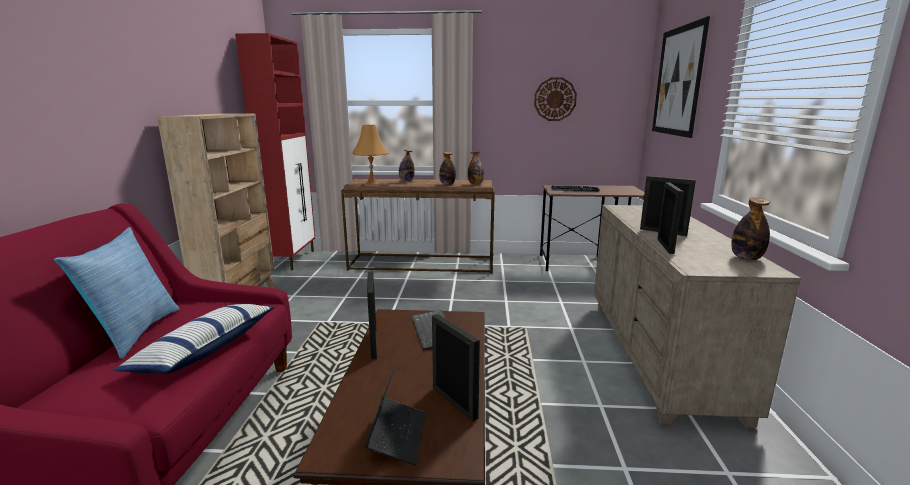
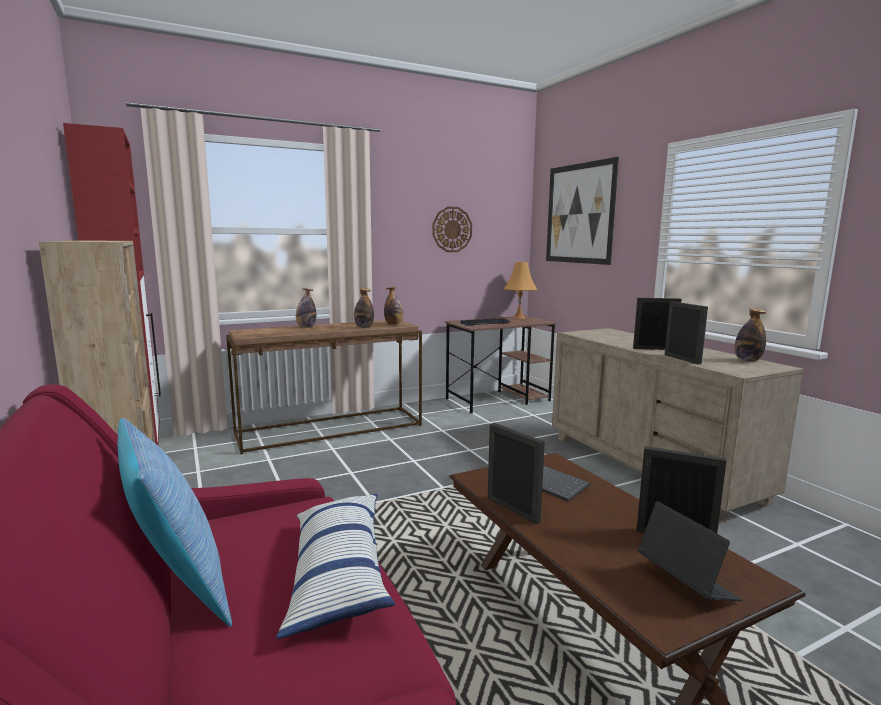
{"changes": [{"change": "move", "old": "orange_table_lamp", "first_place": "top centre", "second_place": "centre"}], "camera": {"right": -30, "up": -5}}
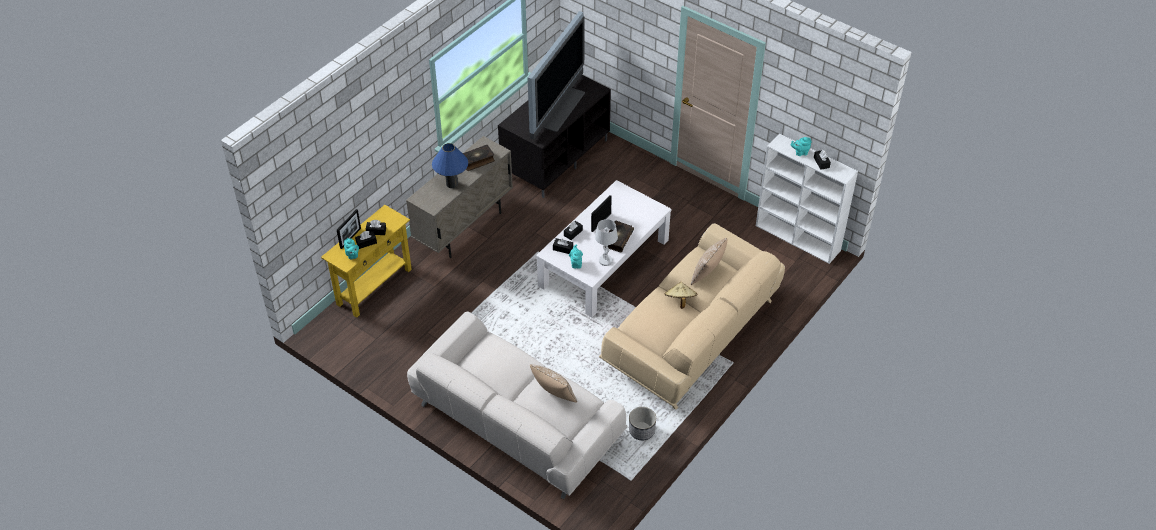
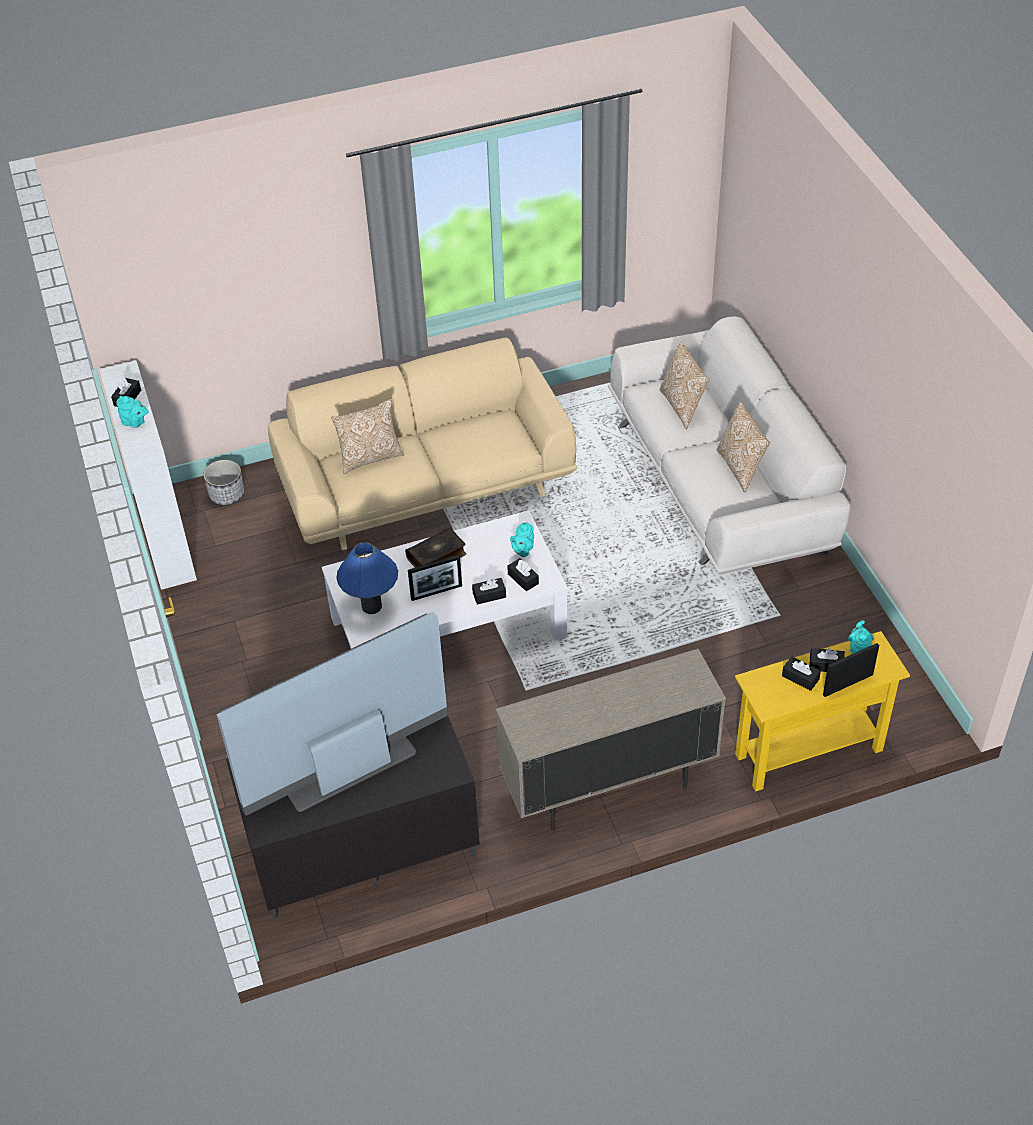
{"changes": [{"change": "delete", "old": "book (1st from left)", "first_place": "top centre"}, {"change": "delete", "old": "white_table_lamp", "first_place": "centre"}, {"change": "delete", "old": "beige_hat", "first_place": "centre"}, {"change": "insert", "new": "pillow (3rd from left)", "second_place": "middle right"}, {"change": "move", "old": "blue_table_lamp", "first_place": "top centre", "second_place": "centre"}, {"change": "move", "old": "planter", "first_place": "bottom centre", "second_place": "middle left"}], "camera": {"right": -145, "up": 0}}
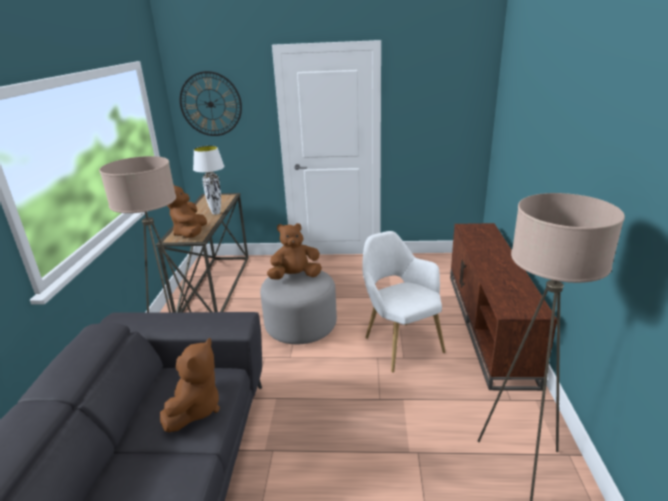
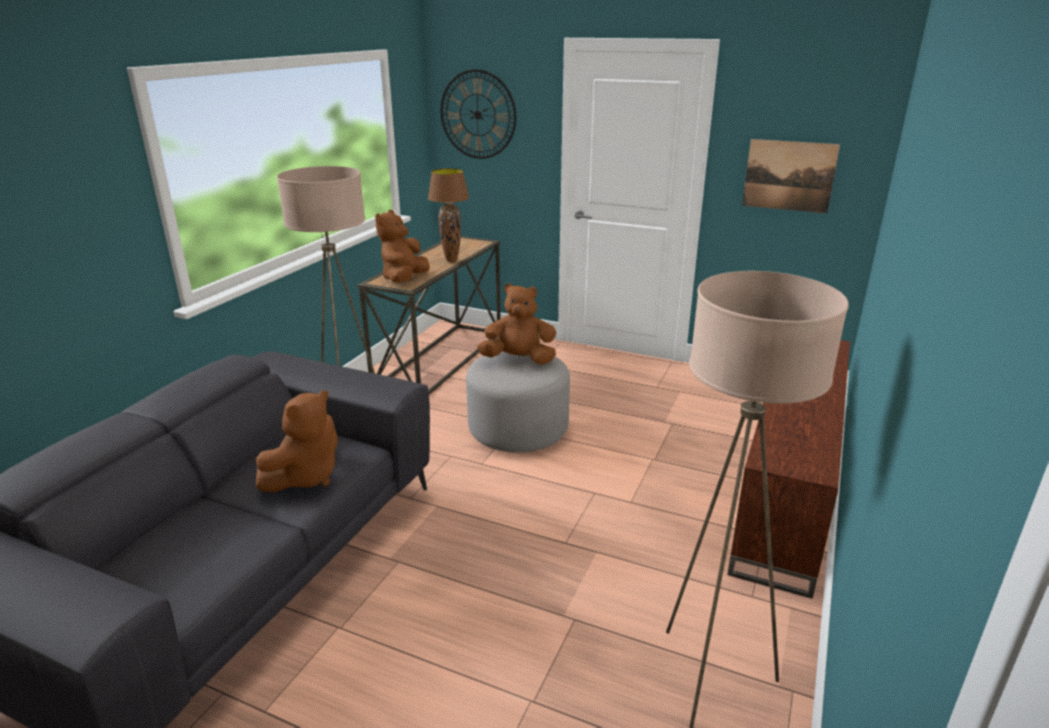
{"changes": [{"change": "delete", "old": "white_armchair", "first_place": "centre"}, {"change": "insert", "new": "picture", "second_place": "top right"}, {"change": "recolor", "old": "white_table_lamp", "new": "brown_table_lamp", "first_place": "middle left", "second_place": "top centre"}], "camera": {"right": 20, "up": 0}}
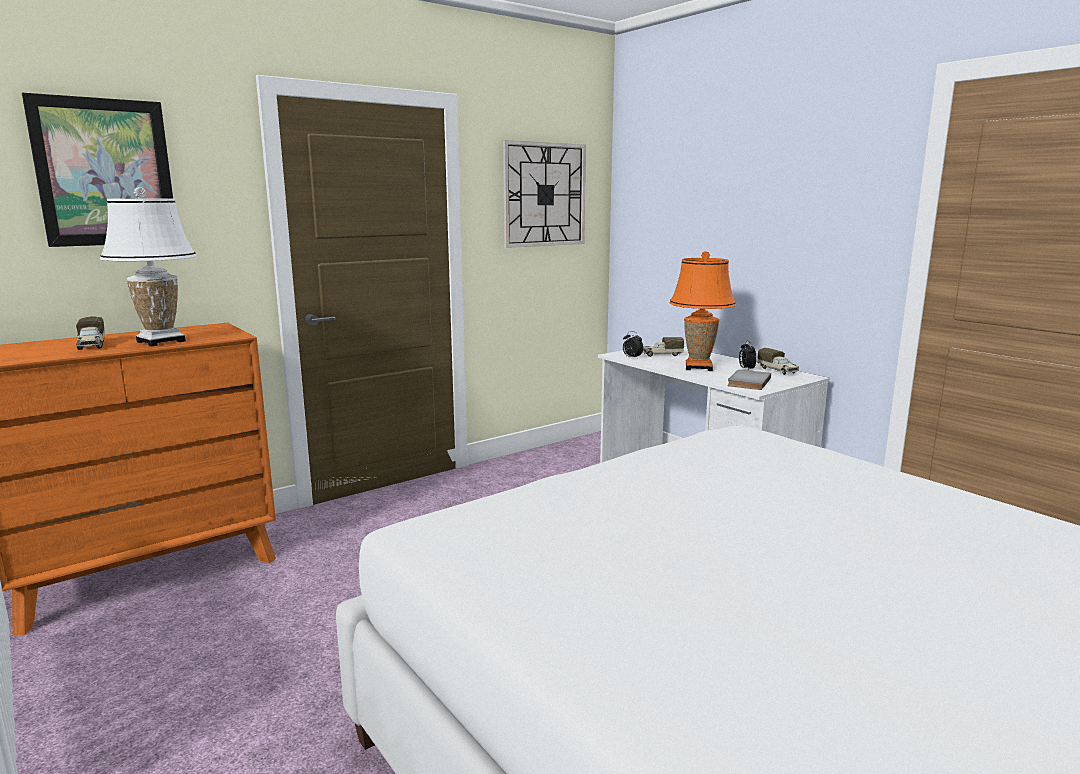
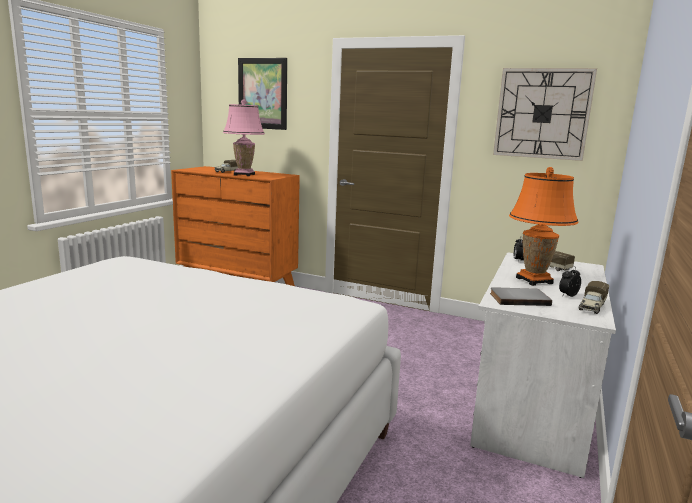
{"changes": [{"change": "recolor", "old": "white_table_lamp", "new": "pink_table_lamp", "first_place": "middle left", "second_place": "top centre"}], "camera": {"right": 60, "up": 0}}
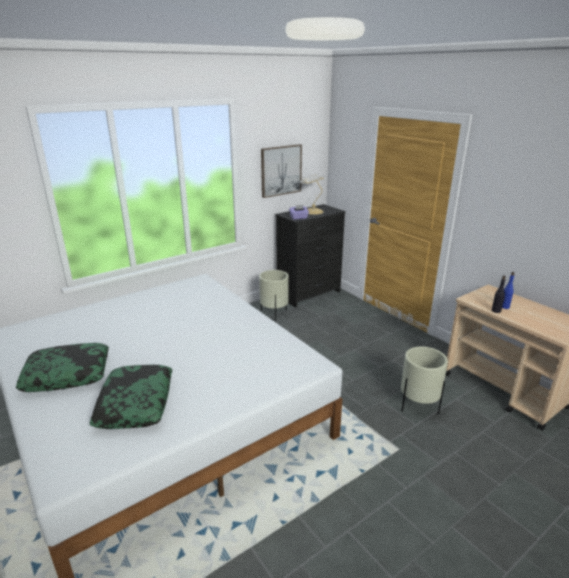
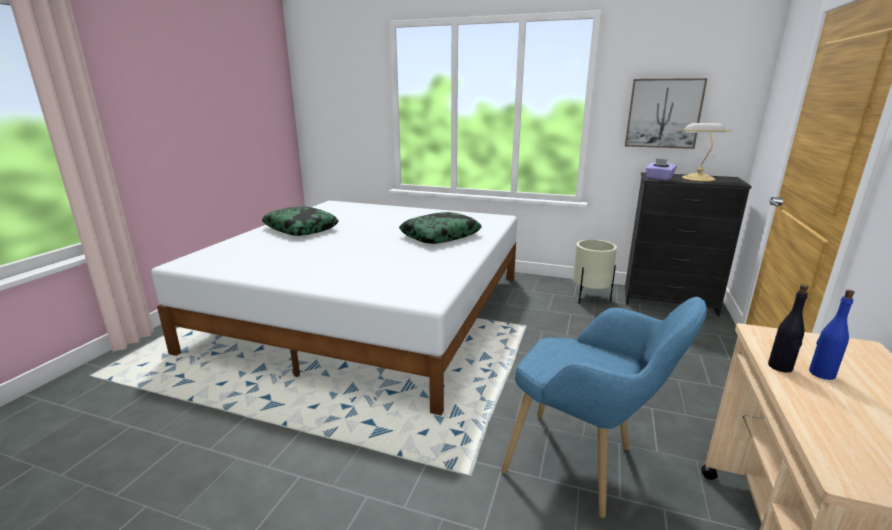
{"changes": [{"change": "move", "old": "pillow (2nd from left)", "first_place": "bottom left", "second_place": "centre"}, {"change": "replace", "old": "beige_planter (2nd from left)", "new": "blue_armchair", "first_place": "middle right", "second_place": "bottom right"}], "camera": {"right": 55, "up": -5}}
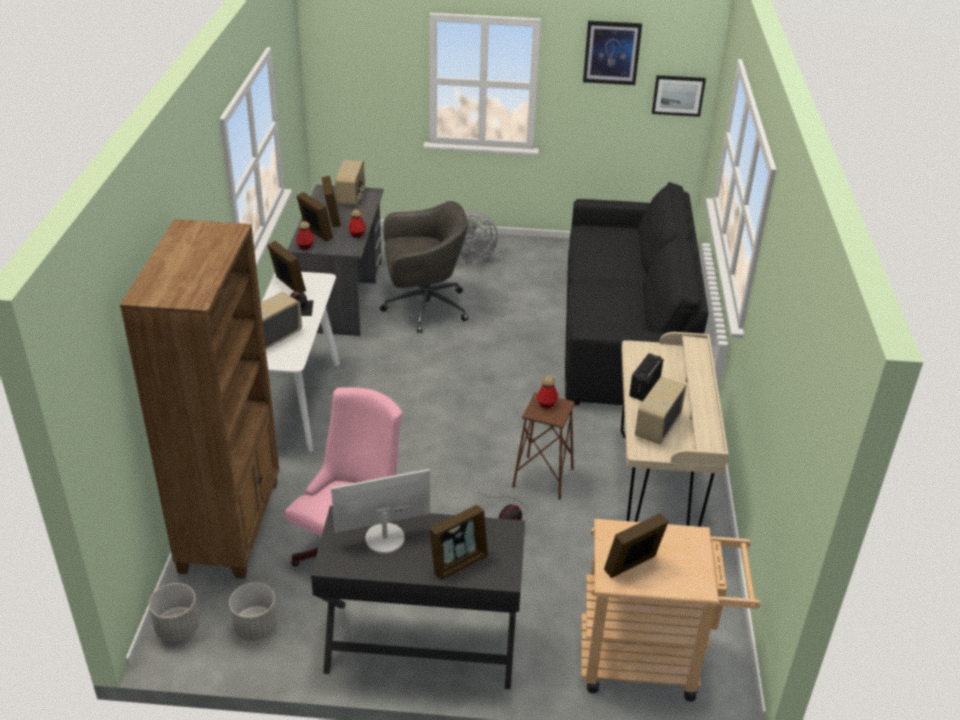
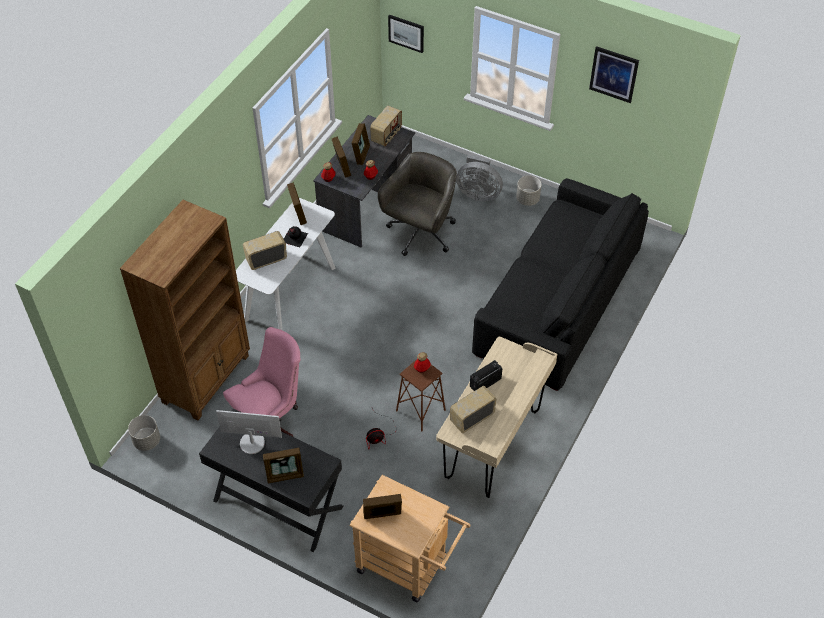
{"changes": [{"change": "move", "old": "grey_planter (2nd from left)", "first_place": "bottom left", "second_place": "top centre"}, {"change": "move", "old": "picture (2nd from left in the first image)", "new": "picture (1st from left)", "first_place": "top right", "second_place": "top centre"}, {"change": "rotate", "old": "grey_office_chair", "first_place": "centre", "second_place": "top centre", "degrees": -75}], "camera": {"right": 25, "up": 15}}
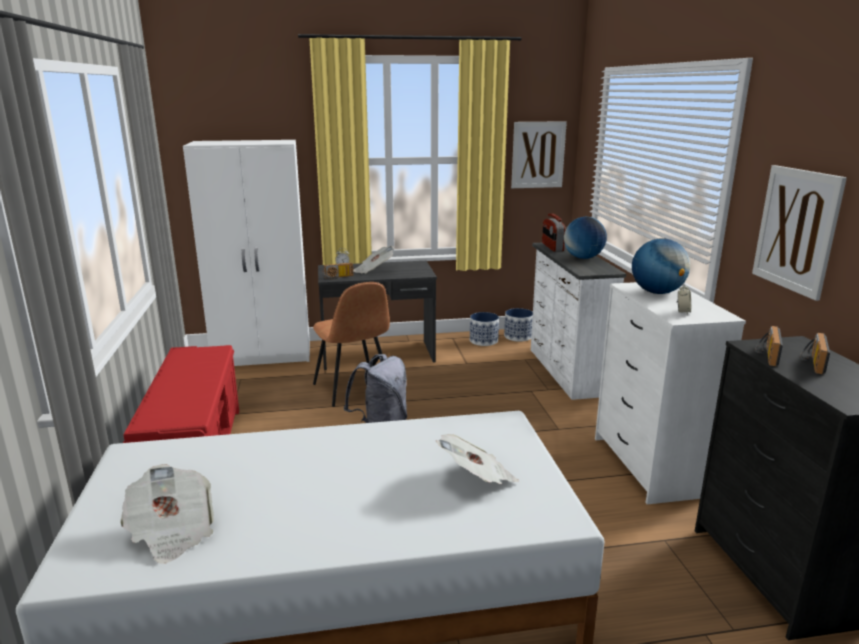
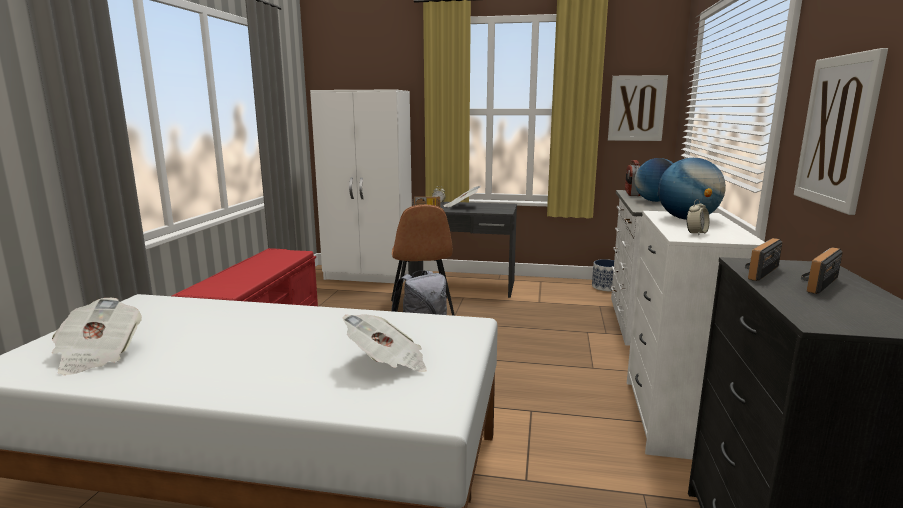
{"changes": [{"change": "delete", "old": "planter (1st from left)", "first_place": "centre"}], "camera": {"right": 20, "up": -5}}
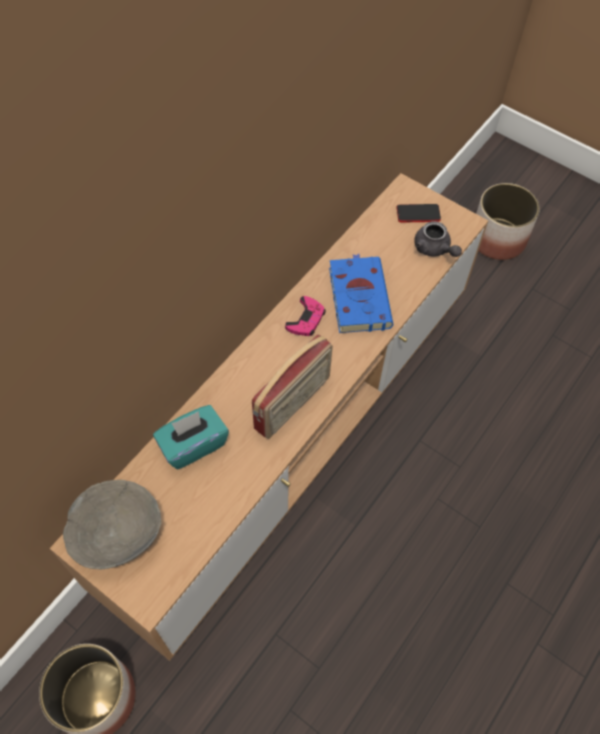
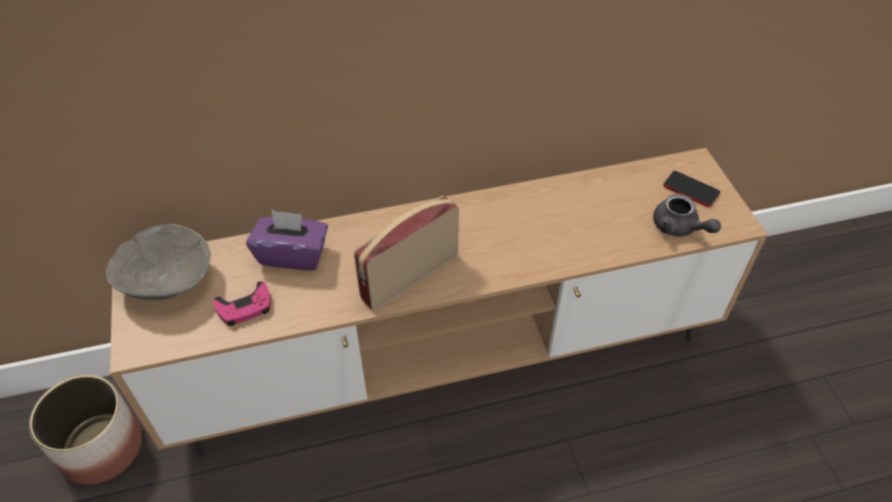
{"changes": [{"change": "delete", "old": "blue_book", "first_place": "centre"}, {"change": "delete", "old": "planter (2nd from left)", "first_place": "top right"}, {"change": "move", "old": "pink_game_controller", "first_place": "centre", "second_place": "middle left"}, {"change": "recolor", "old": "turquoise_tissue_box", "new": "purple_tissue_box", "first_place": "middle left", "second_place": "middle left"}, {"change": "rotate", "old": "radio", "first_place": "centre", "second_place": "centre", "degrees": 150}, {"change": "rotate", "old": "grey_teapot", "first_place": "top right", "second_place": "middle right", "degrees": -45}], "camera": {"right": 40, "up": -10}}
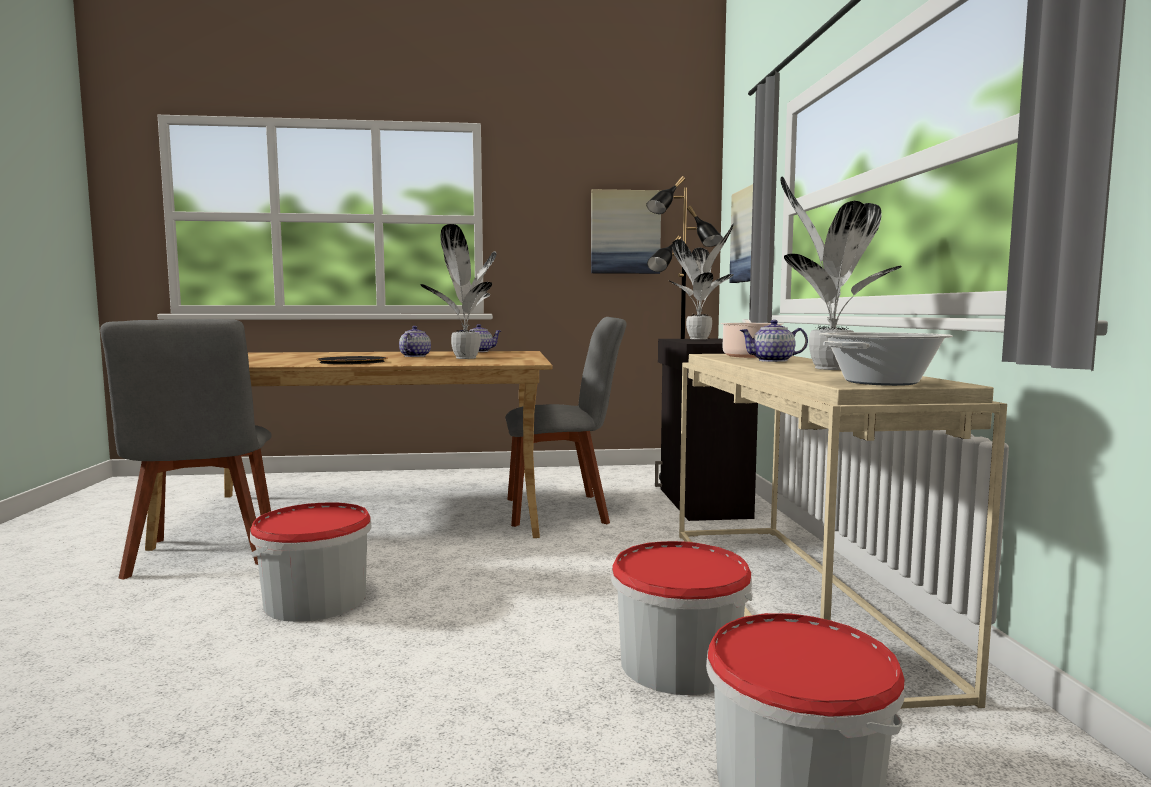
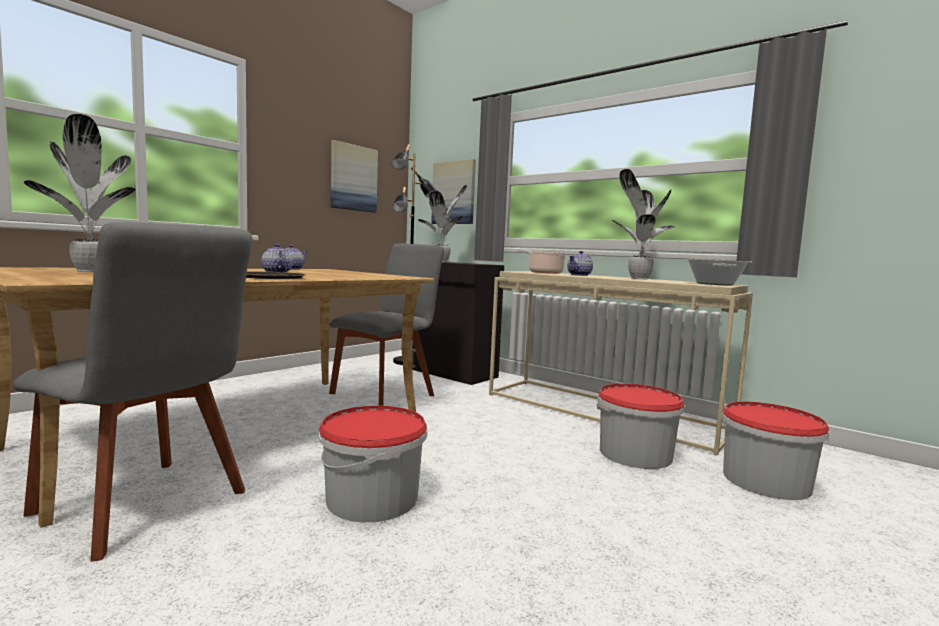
{"changes": [{"change": "move", "old": "potted_plant (1st from left)", "first_place": "centre", "second_place": "top left"}], "camera": {"right": -45, "up": 0}}
